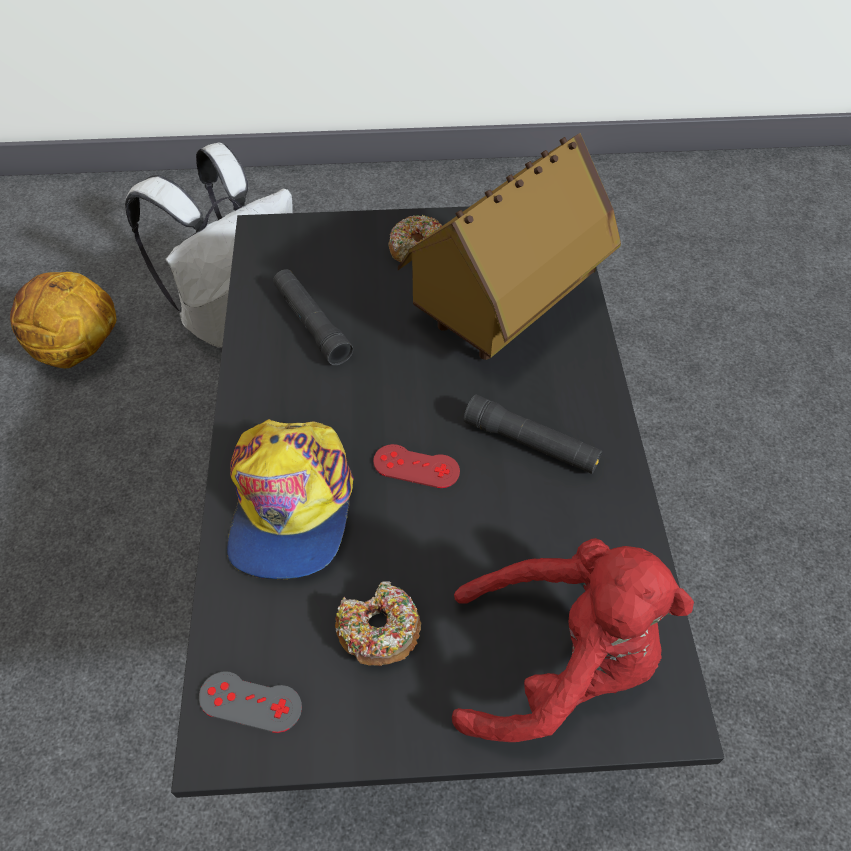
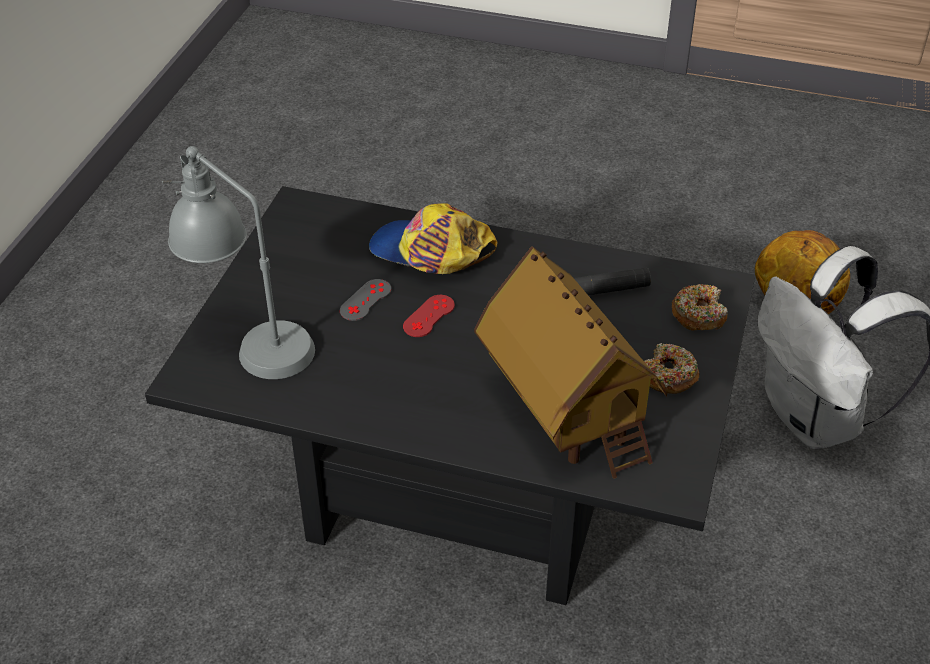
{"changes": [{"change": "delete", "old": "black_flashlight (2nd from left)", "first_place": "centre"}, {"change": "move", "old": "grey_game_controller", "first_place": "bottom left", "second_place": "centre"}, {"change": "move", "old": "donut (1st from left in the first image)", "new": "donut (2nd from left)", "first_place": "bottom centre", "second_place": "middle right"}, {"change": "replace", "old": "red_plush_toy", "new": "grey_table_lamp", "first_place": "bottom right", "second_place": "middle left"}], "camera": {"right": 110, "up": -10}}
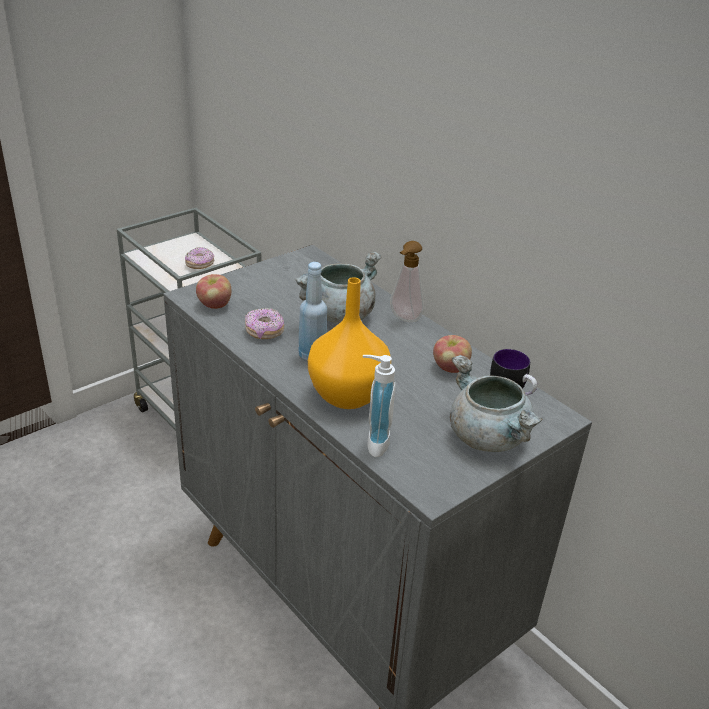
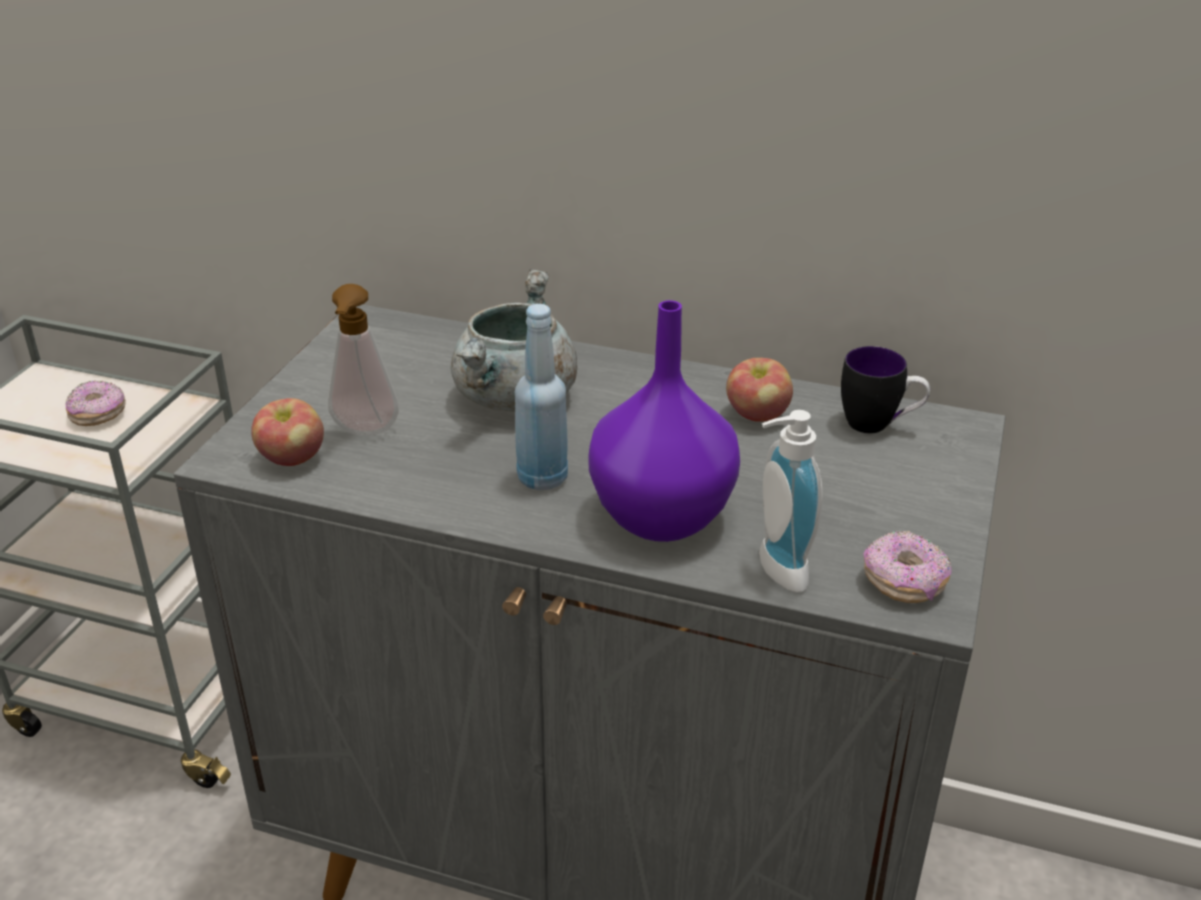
{"changes": [{"change": "delete", "old": "grey_cooking_pot (2nd from left)", "first_place": "middle right"}, {"change": "move", "old": "donut (2nd from left)", "first_place": "centre", "second_place": "middle right"}, {"change": "move", "old": "soap_dispenser (2nd from left in the first image)", "new": "soap_dispenser (1st from left)", "first_place": "centre", "second_place": "middle left"}, {"change": "recolor", "old": "orange_vase", "new": "purple_vase", "first_place": "centre", "second_place": "centre"}], "camera": {"right": -30, "up": 0}}
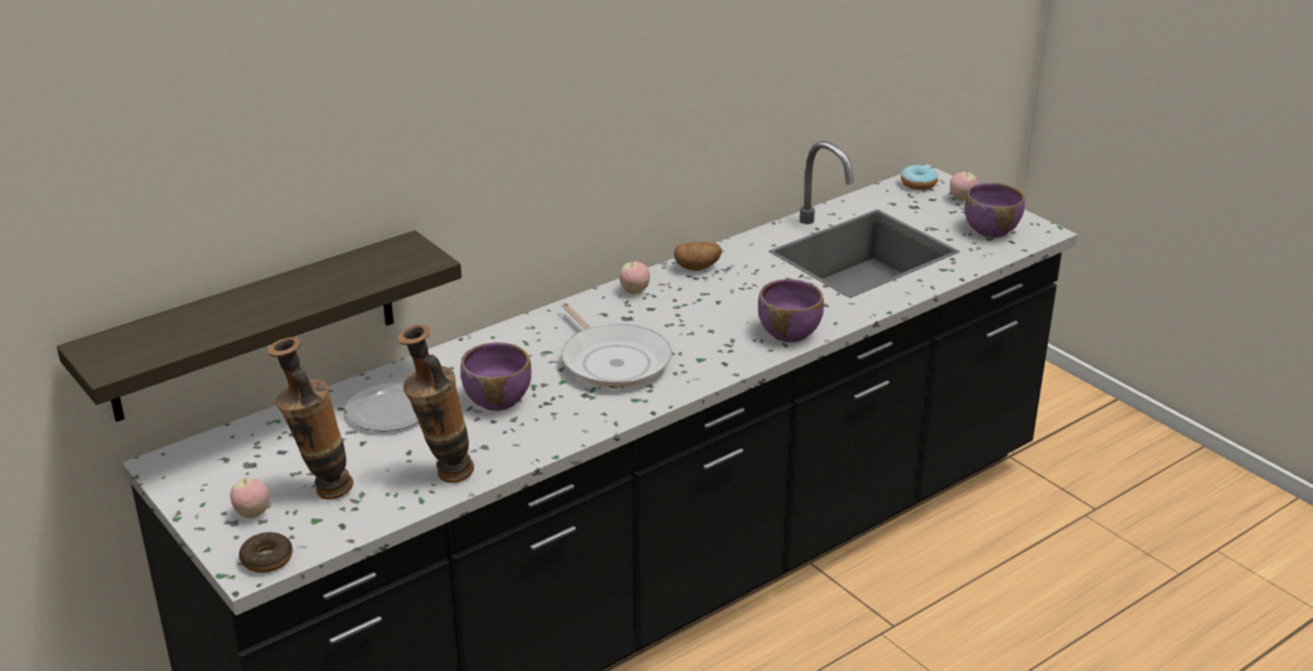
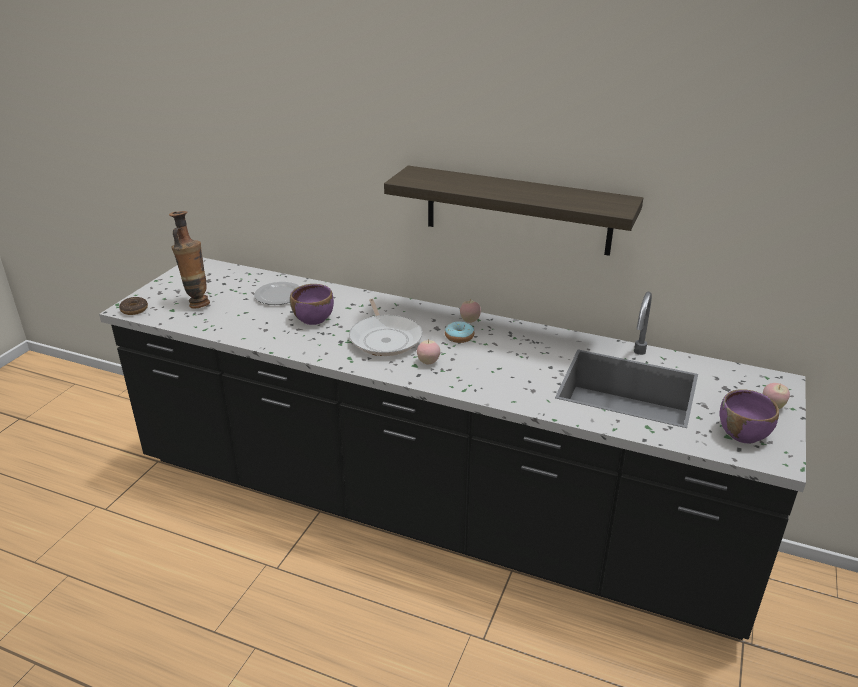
{"changes": [{"change": "delete", "old": "vase (2nd from left)", "first_place": "middle left"}, {"change": "delete", "old": "potato", "first_place": "centre"}, {"change": "delete", "old": "purple_bowl (2nd from left)", "first_place": "centre"}, {"change": "move", "old": "shelf", "first_place": "middle left", "second_place": "top centre"}, {"change": "move", "old": "apple (1st from left)", "first_place": "bottom left", "second_place": "centre"}, {"change": "move", "old": "donut (2nd from left)", "first_place": "top right", "second_place": "centre"}, {"change": "rotate", "old": "frying_pan", "first_place": "centre", "second_place": "centre", "degrees": -45}], "camera": {"right": 60, "up": 0}}
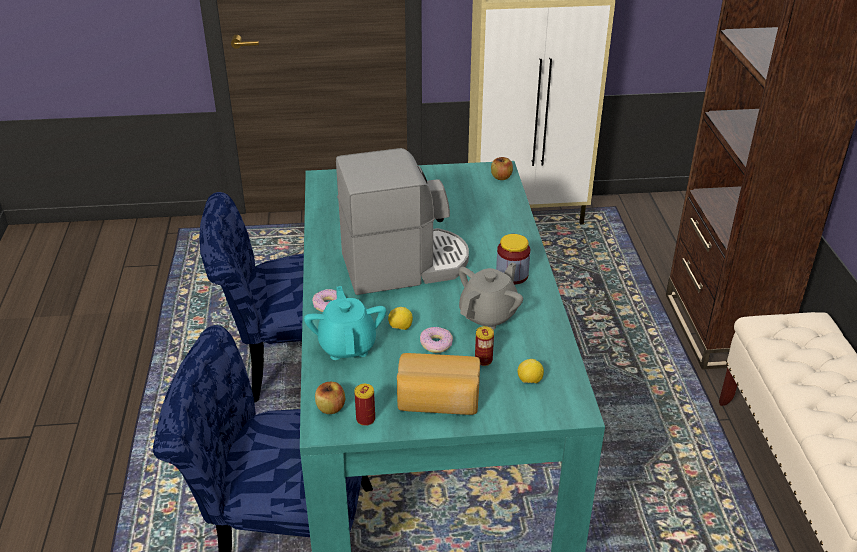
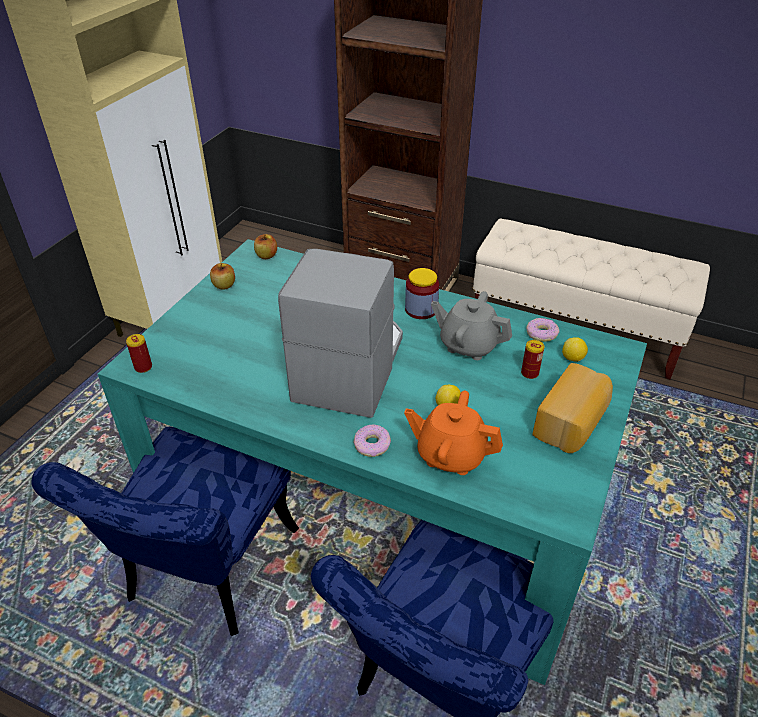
{"changes": [{"change": "move", "old": "apple (1st from left)", "first_place": "bottom centre", "second_place": "middle left"}, {"change": "move", "old": "can (1st from left)", "first_place": "bottom centre", "second_place": "middle left"}, {"change": "move", "old": "donut (2nd from left)", "first_place": "centre", "second_place": "middle right"}, {"change": "recolor", "old": "turquoise_teapot", "new": "orange_teapot", "first_place": "centre", "second_place": "centre"}, {"change": "rotate", "old": "grey_teapot", "first_place": "centre", "second_place": "centre", "degrees": -45}], "camera": {"right": -60, "up": 5}}
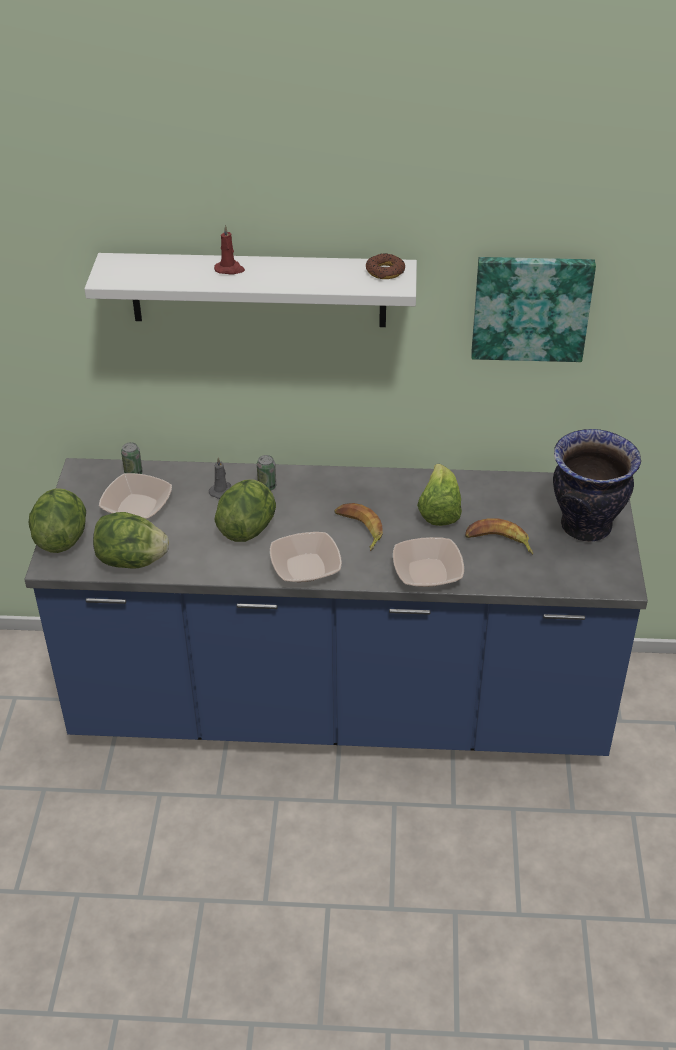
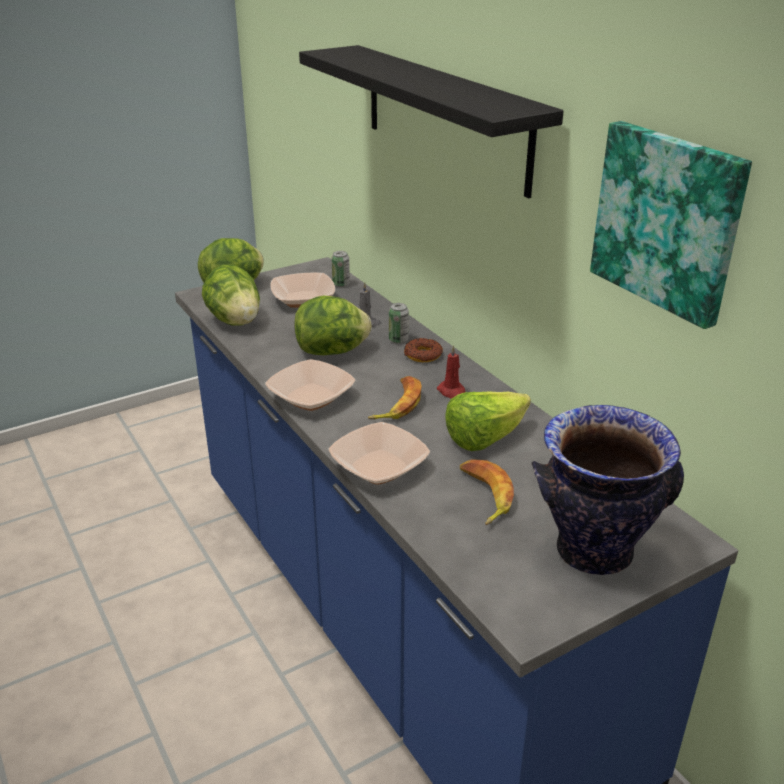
{"changes": [{"change": "move", "old": "red_candle", "first_place": "top centre", "second_place": "centre"}, {"change": "move", "old": "donut", "first_place": "top centre", "second_place": "centre"}, {"change": "recolor", "old": "white_shelf", "new": "black_shelf", "first_place": "top centre", "second_place": "top centre"}], "camera": {"right": 55, "up": -10}}
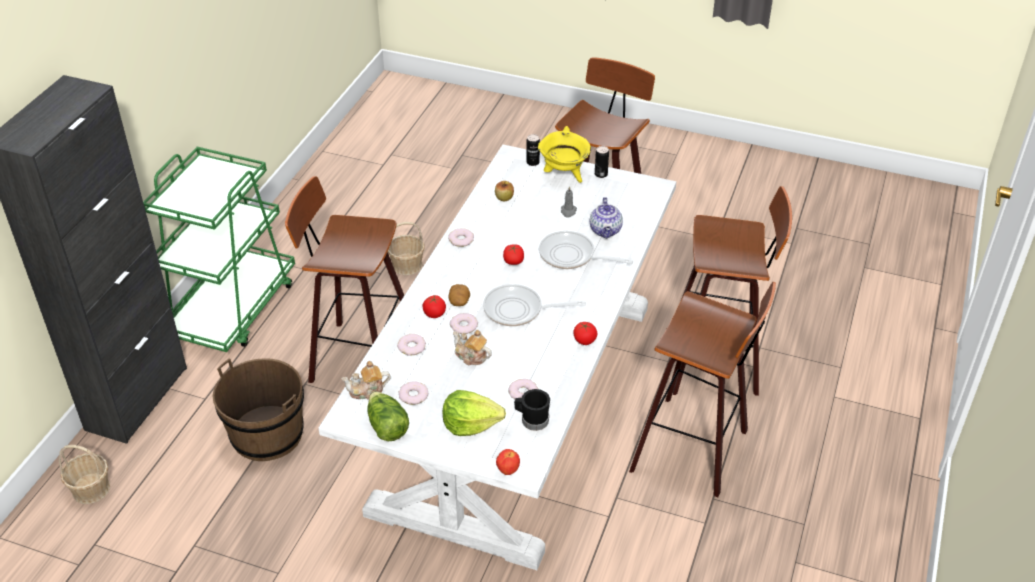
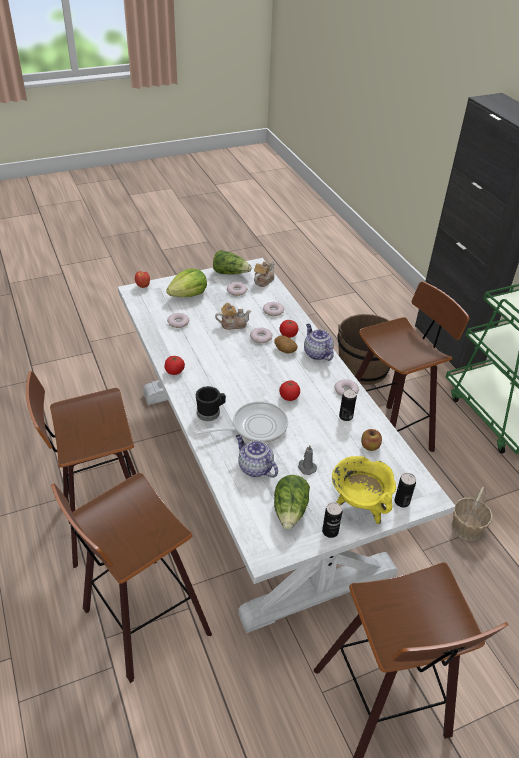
{"changes": [{"change": "delete", "old": "basket (1st from left)", "first_place": "bottom left"}, {"change": "delete", "old": "frying_pan (1st from left)", "first_place": "centre"}, {"change": "insert", "new": "lettuce (3rd from left)", "second_place": "centre"}, {"change": "insert", "new": "teapot (4th from left)", "second_place": "centre"}, {"change": "insert", "new": "can (2nd from left)", "second_place": "middle right"}, {"change": "move", "old": "black_mug", "first_place": "bottom centre", "second_place": "centre"}], "camera": {"right": 135, "up": 0}}
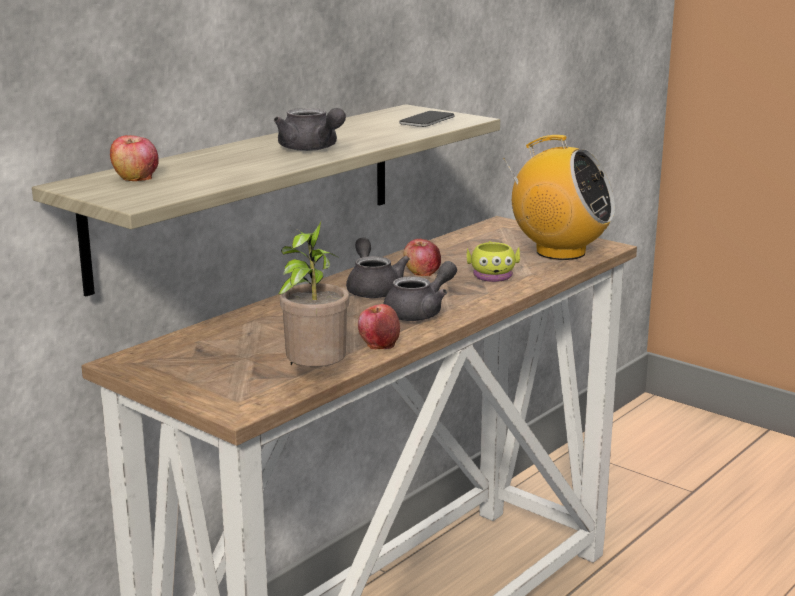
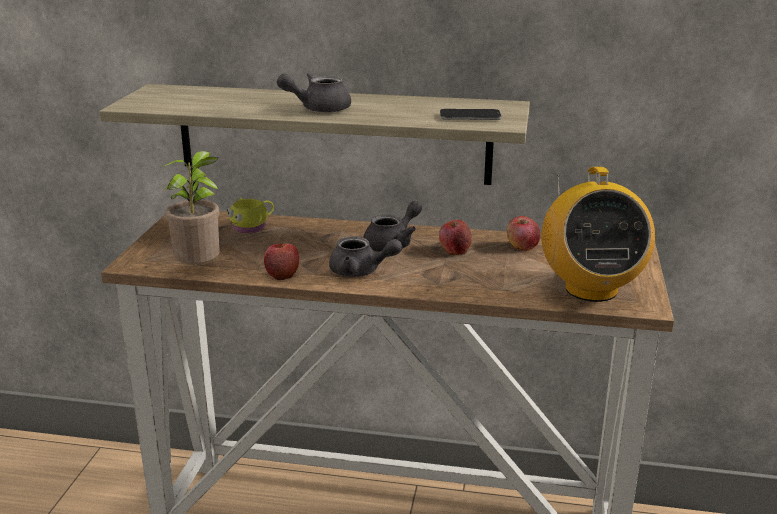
{"changes": [{"change": "move", "old": "apple (1st from left in the first image)", "new": "apple (3rd from left)", "first_place": "top left", "second_place": "middle right"}, {"change": "move", "old": "yellow_mug", "first_place": "centre", "second_place": "middle left"}, {"change": "rotate", "old": "grey_teapot (1st from left)", "first_place": "top centre", "second_place": "top centre", "degrees": 45}], "camera": {"right": 60, "up": 5}}
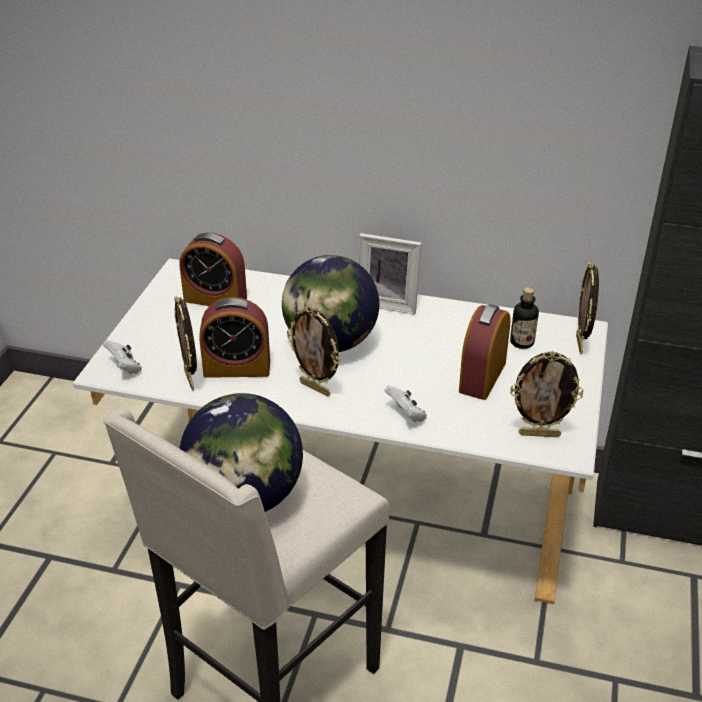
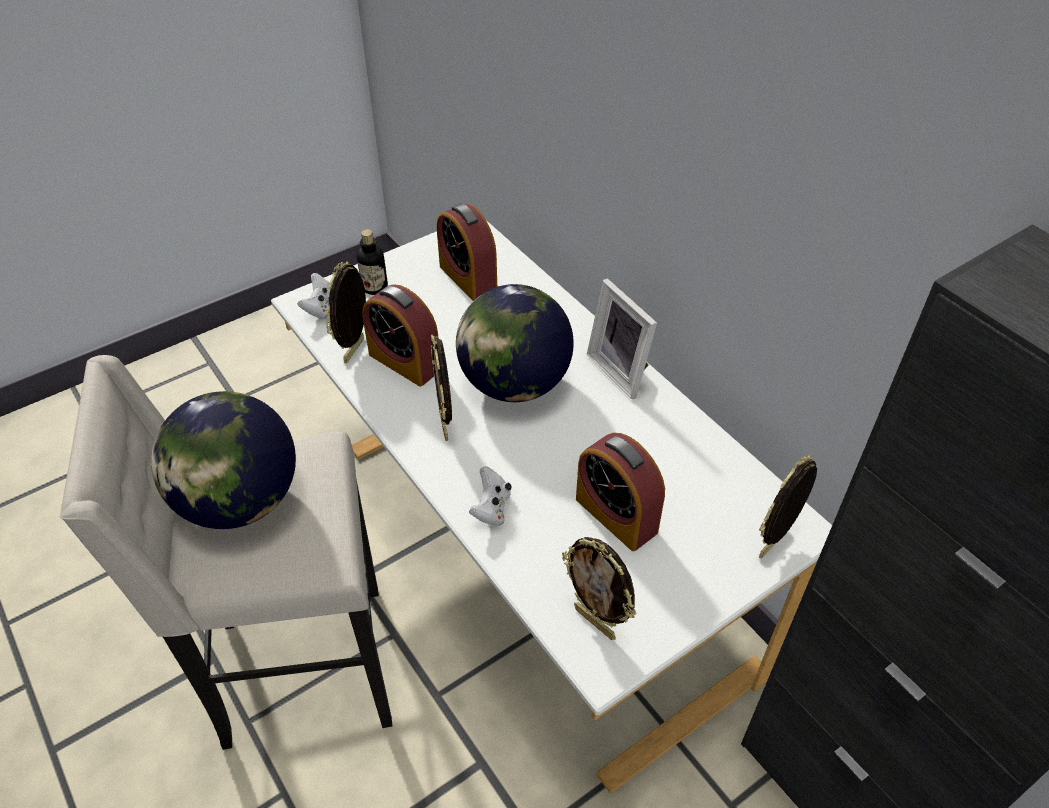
{"changes": [{"change": "move", "old": "bottle", "first_place": "middle right", "second_place": "top centre"}, {"change": "rotate", "old": "alarm_clock (3rd from left)", "first_place": "middle right", "second_place": "centre", "degrees": -105}], "camera": {"right": 40, "up": 10}}
